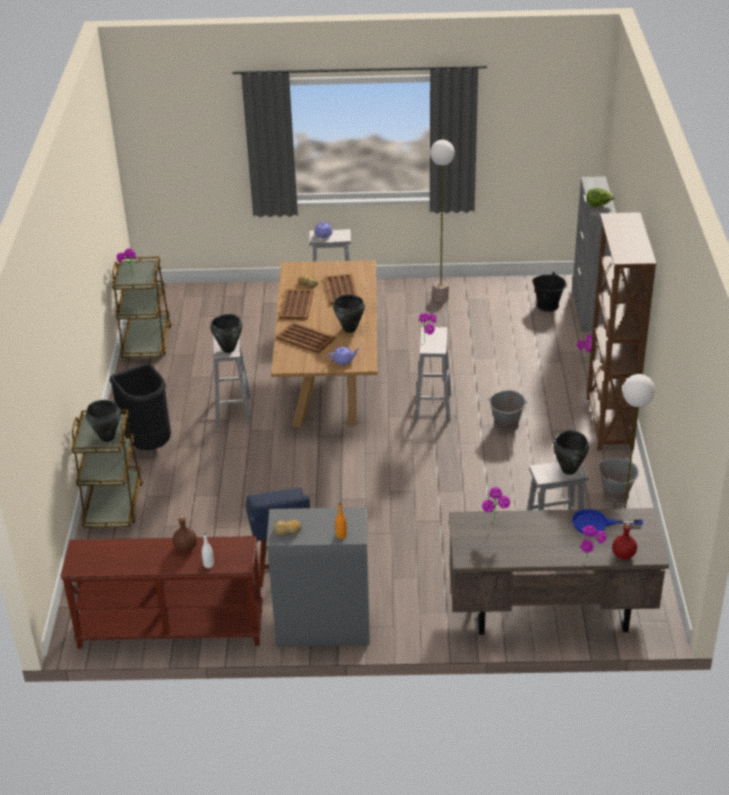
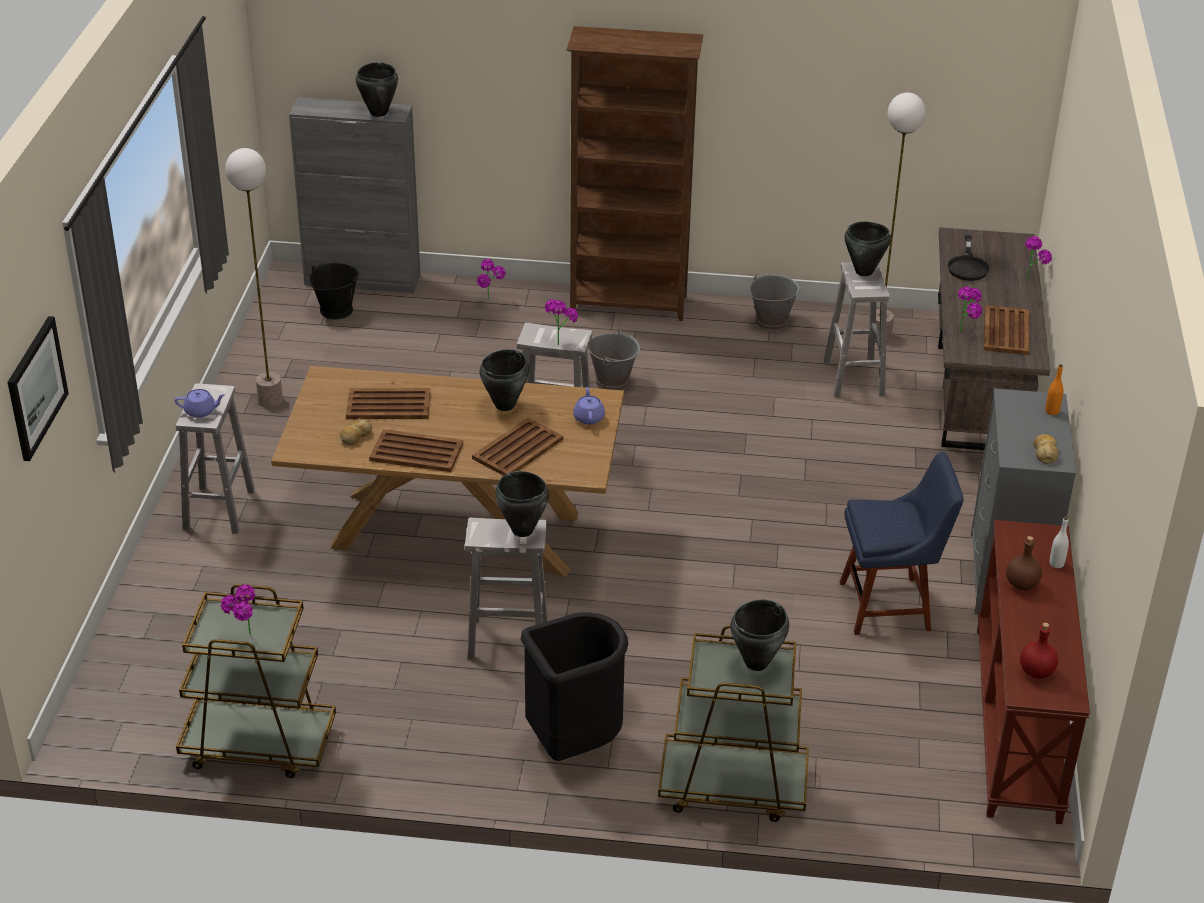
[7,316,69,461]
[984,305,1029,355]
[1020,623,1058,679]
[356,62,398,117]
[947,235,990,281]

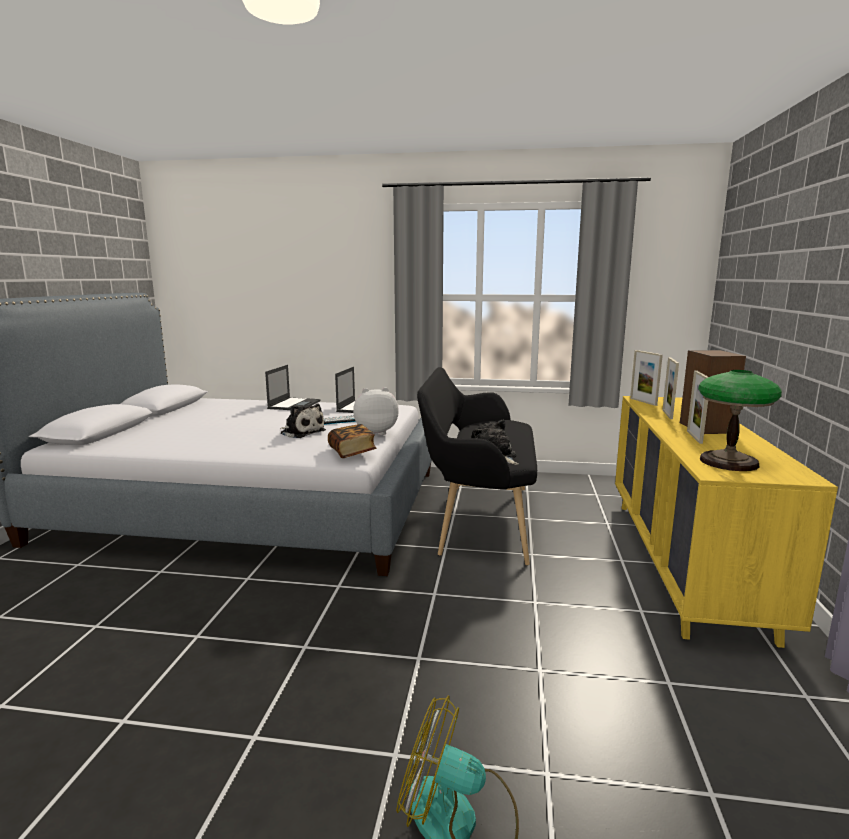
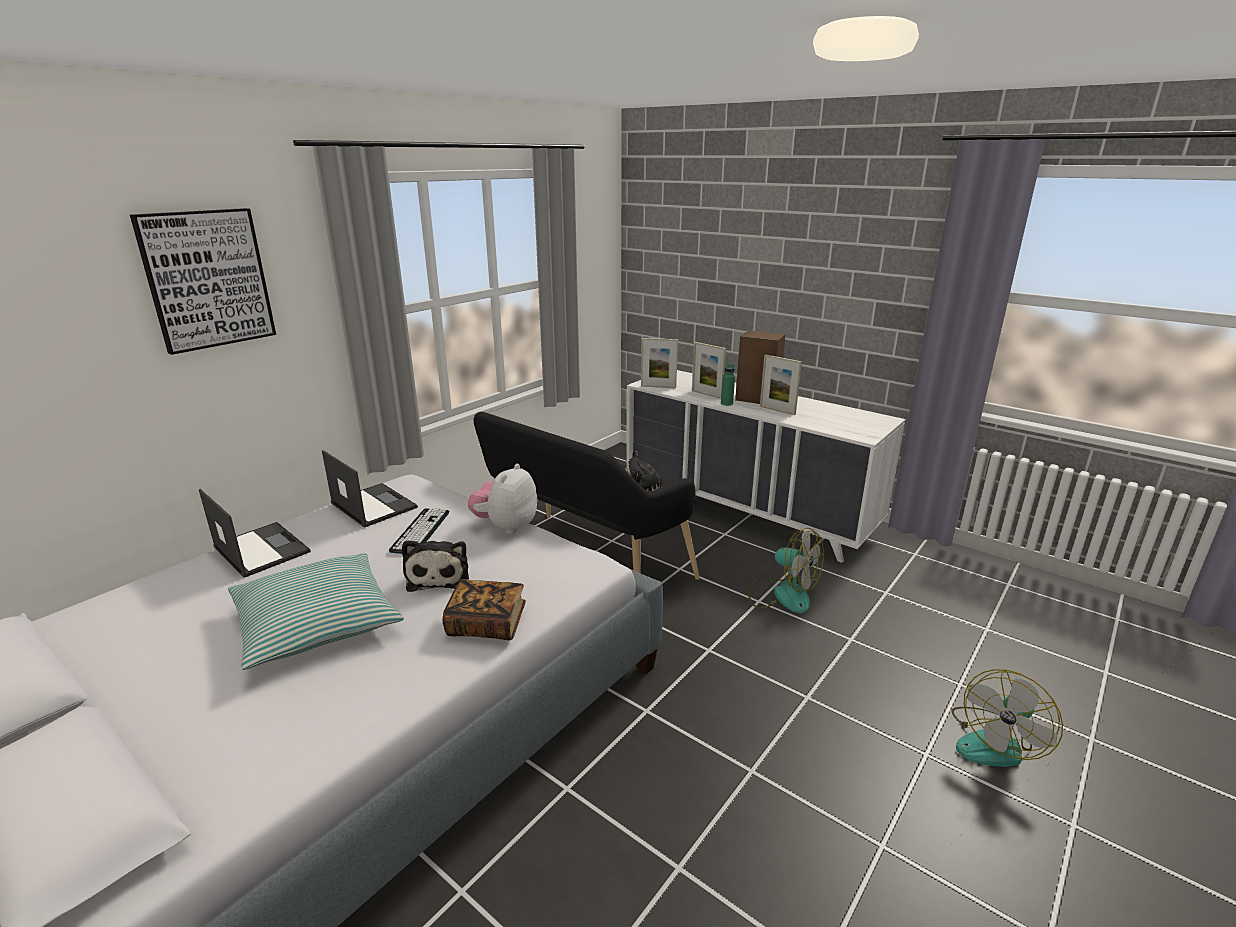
[698,370,782,471] (first image)
[130,208,276,355]
[228,553,404,670]
[721,364,735,406]
[748,528,824,613]
[443,579,526,640]
[626,370,906,563]
[402,540,469,592]

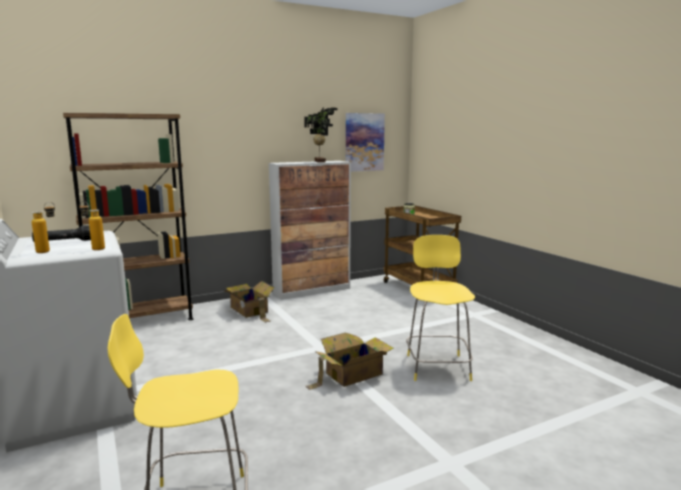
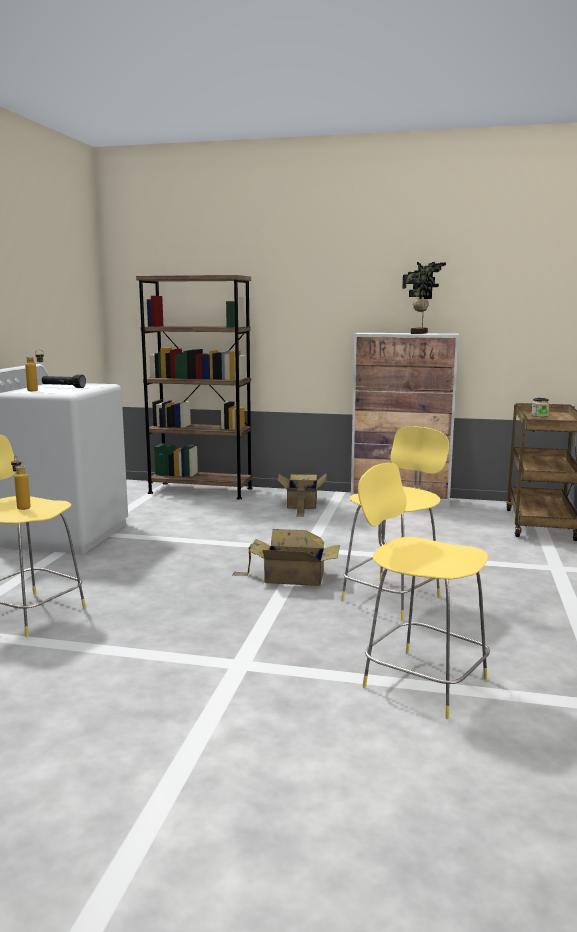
[346,113,385,172] (first image)
[358,463,490,719]
[11,455,31,510]

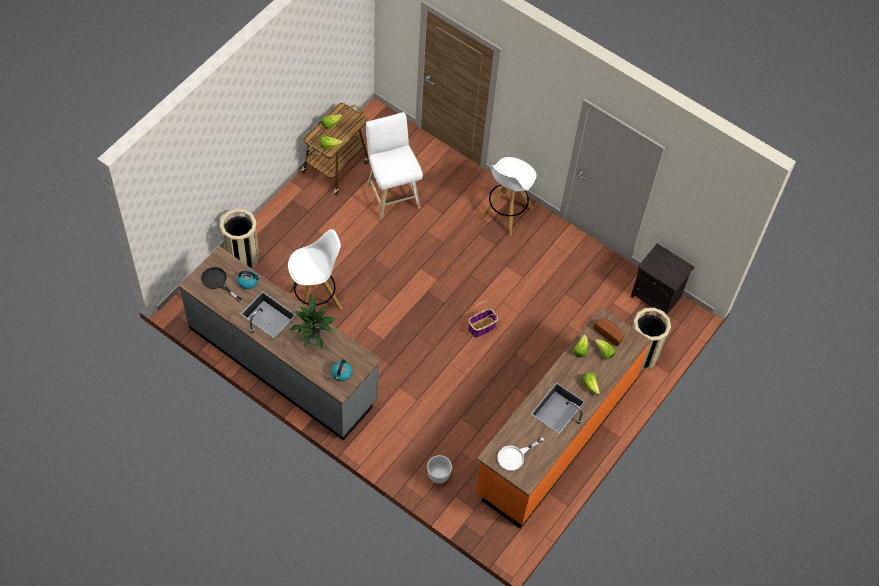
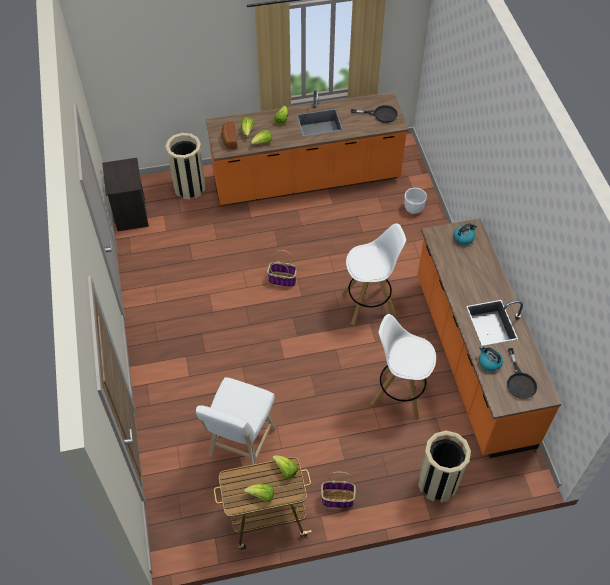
[289,294,336,349] (first image)
[321,472,356,508]
[341,223,406,325]
[417,218,562,458]
[351,105,398,123]

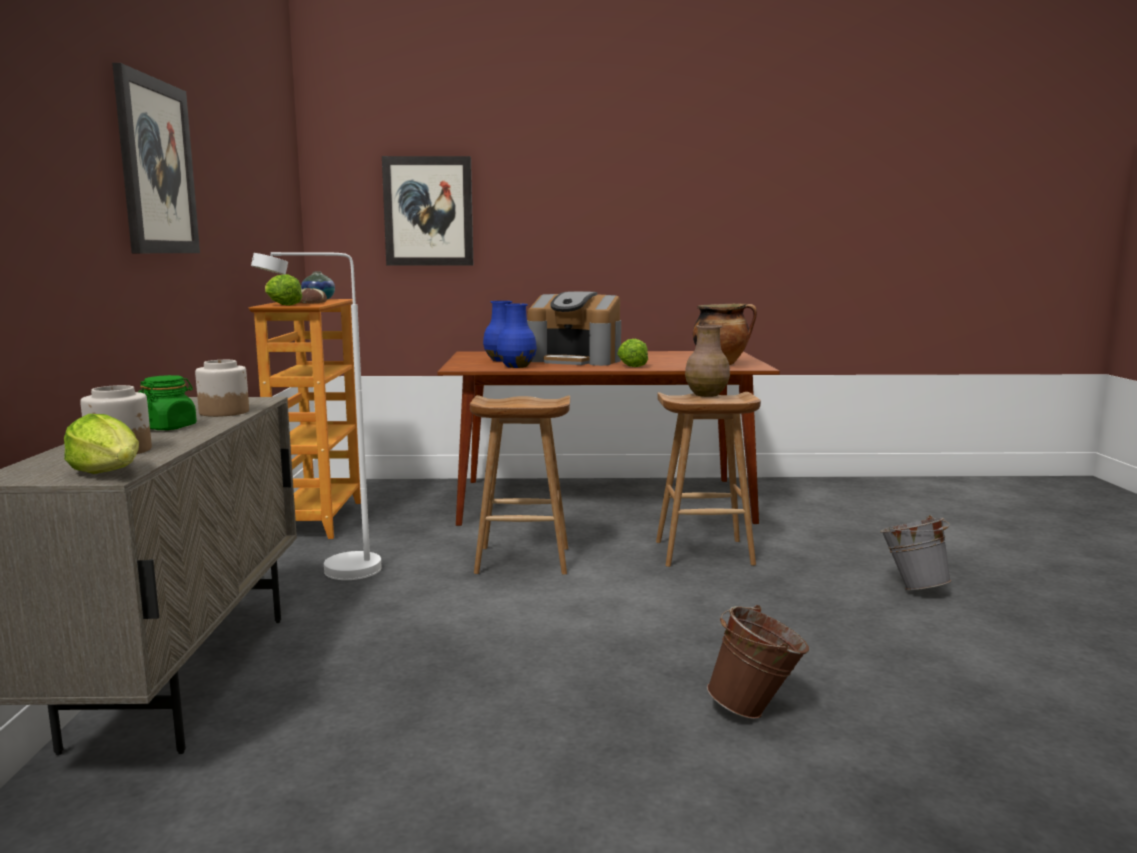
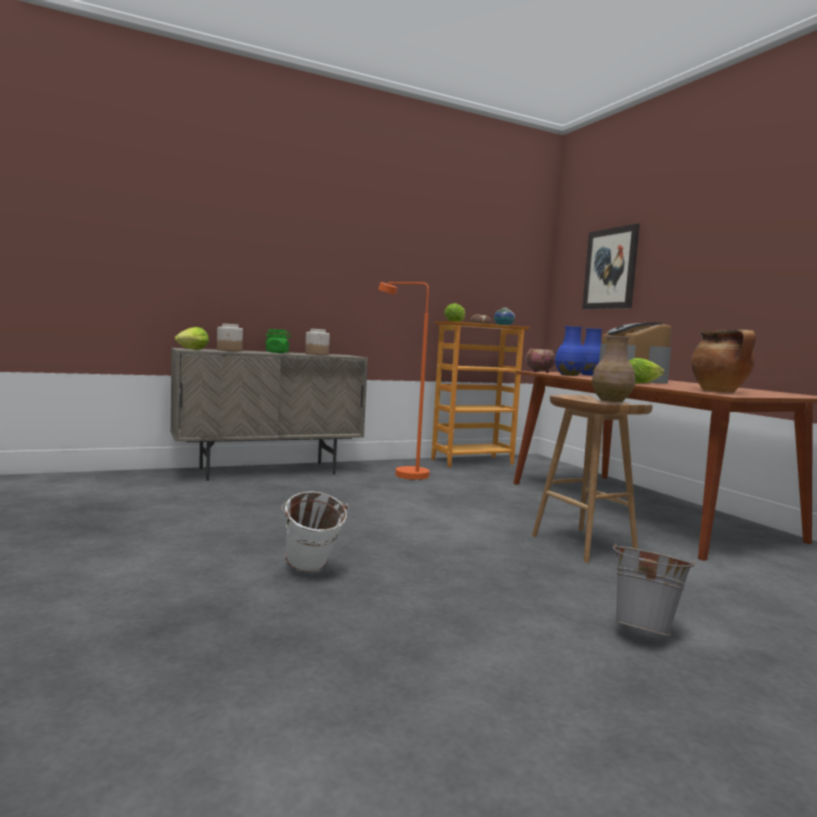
[112,63,200,253] (first image)
[470,395,570,575] (first image)
[525,349,555,373]
[378,282,430,480]
[282,491,348,572]

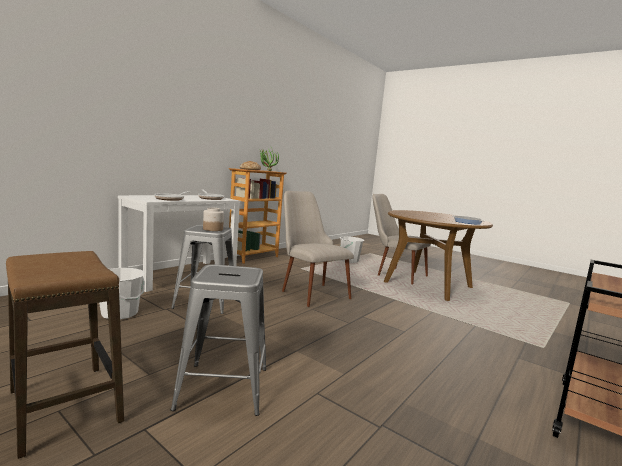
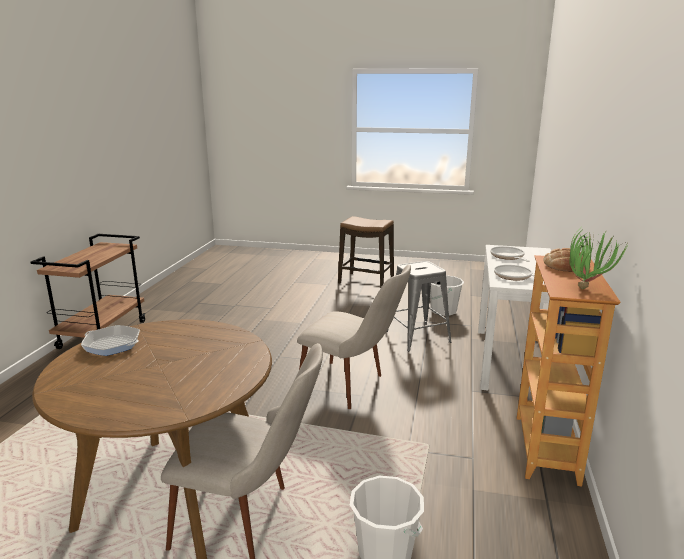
[171,264,267,416] (first image)
[203,207,224,231] (first image)

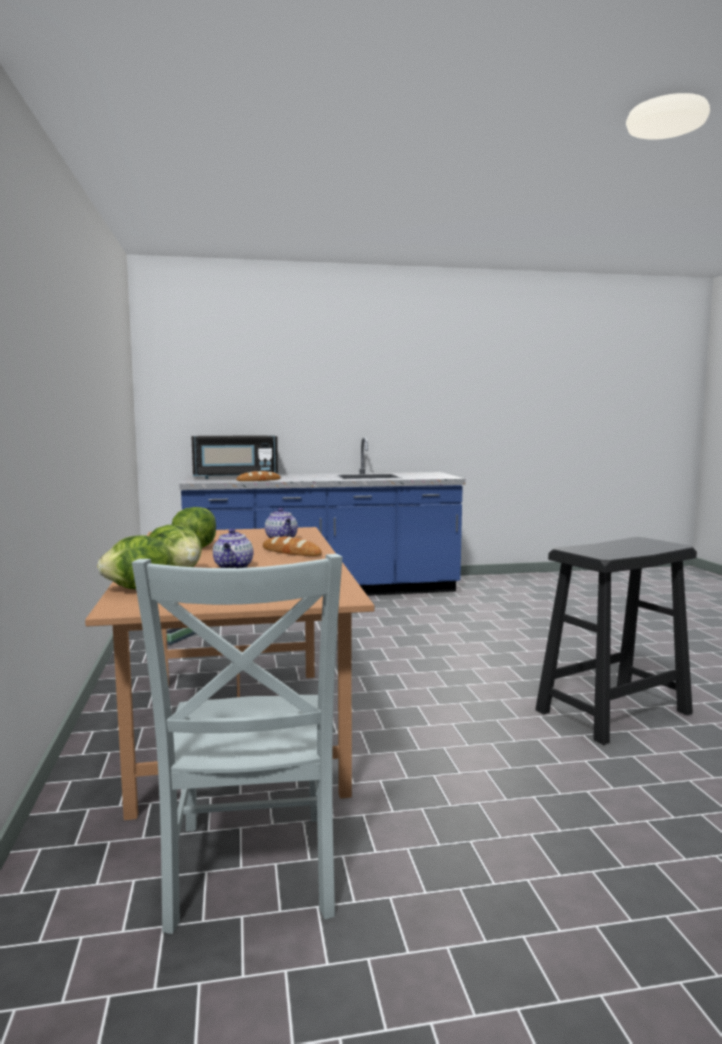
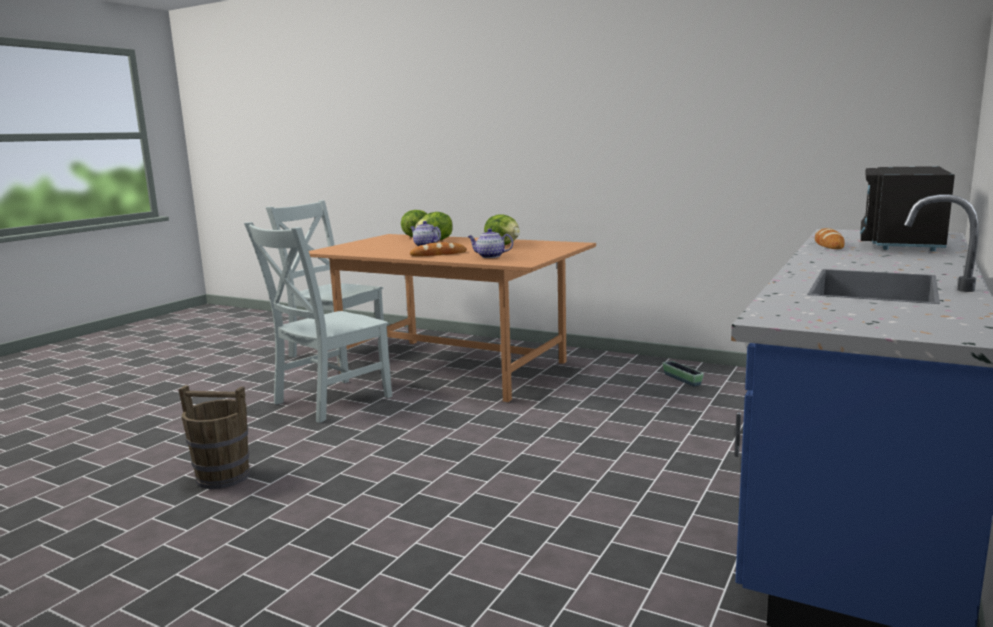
[244,222,392,423]
[178,385,250,489]

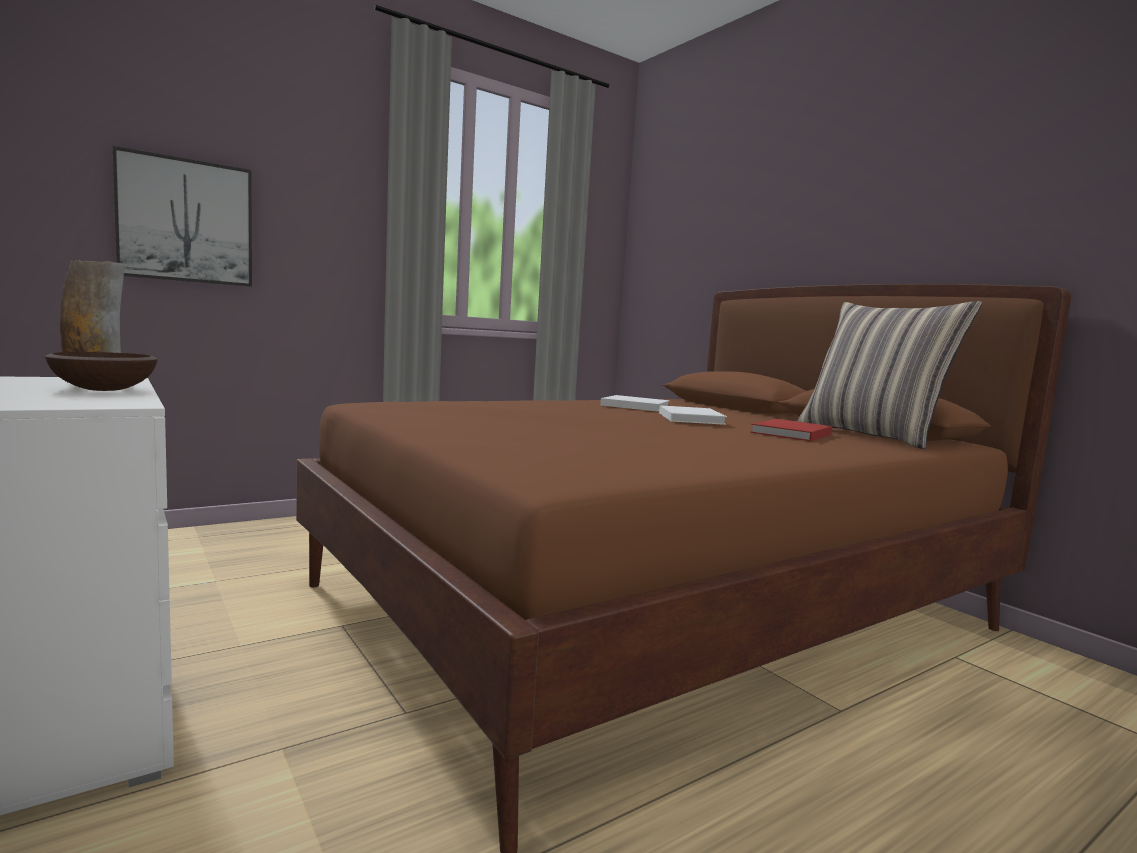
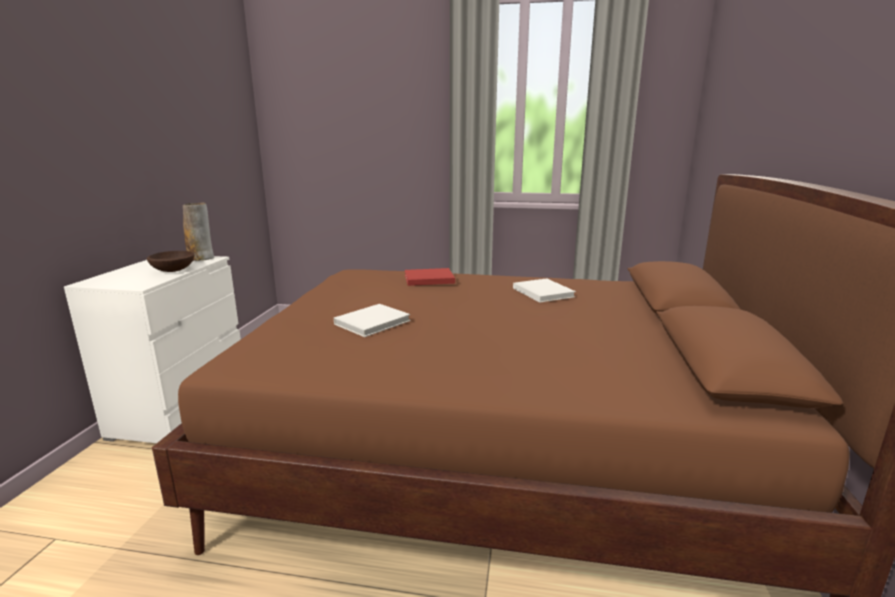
[113,146,252,287] (first image)
[797,301,982,449] (first image)
[334,304,411,337]
[405,268,455,286]

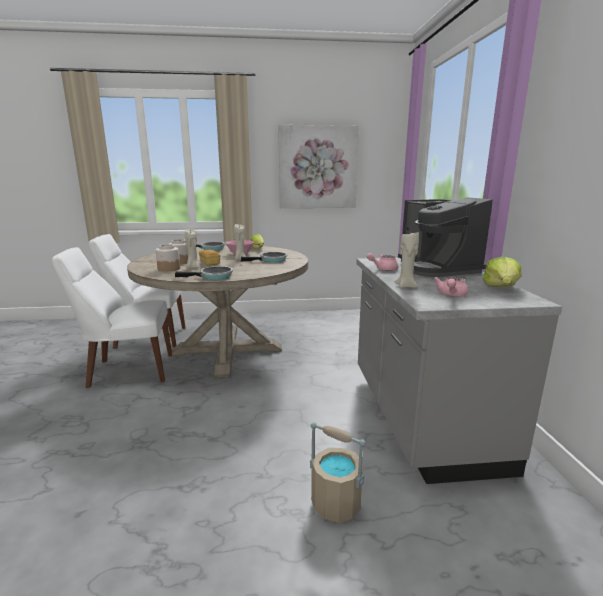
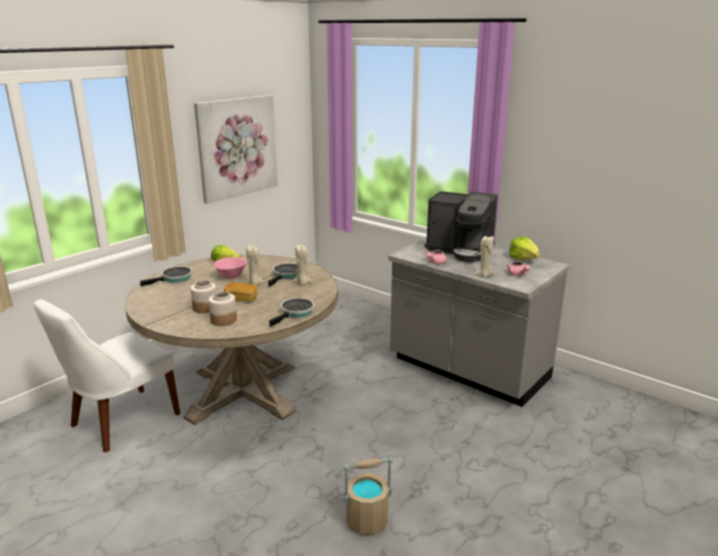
[52,247,172,388] (first image)
[293,245,312,286]
[343,457,393,535]

